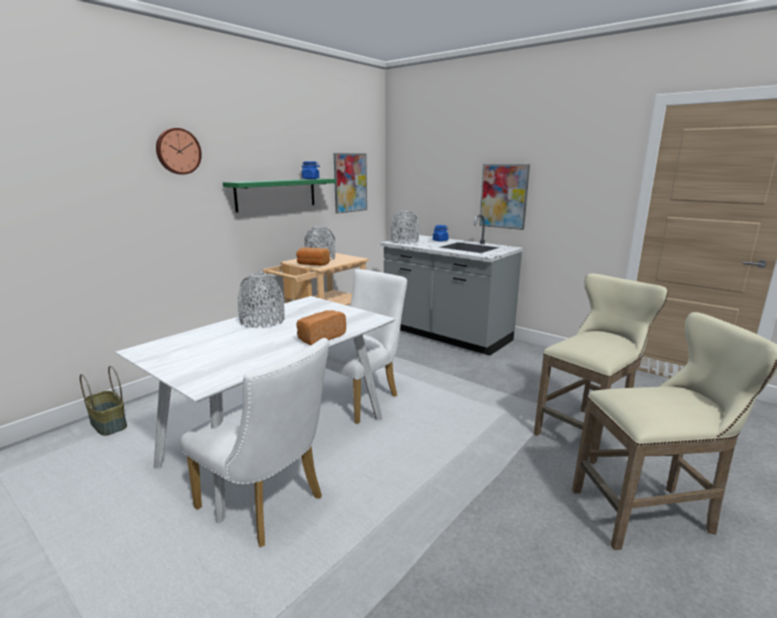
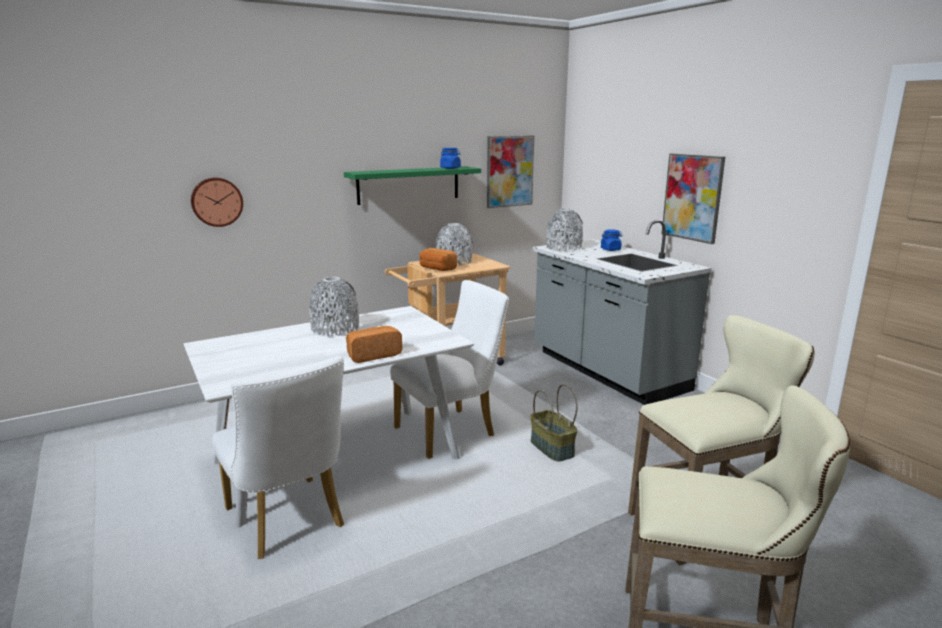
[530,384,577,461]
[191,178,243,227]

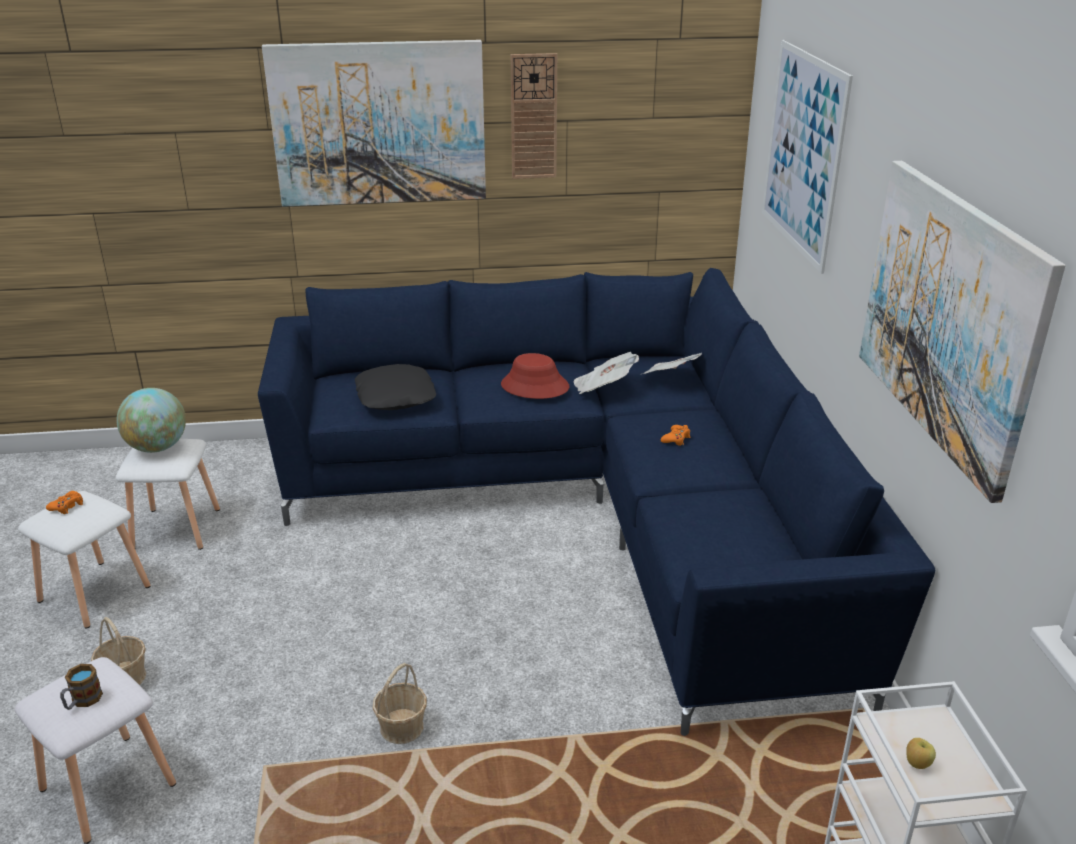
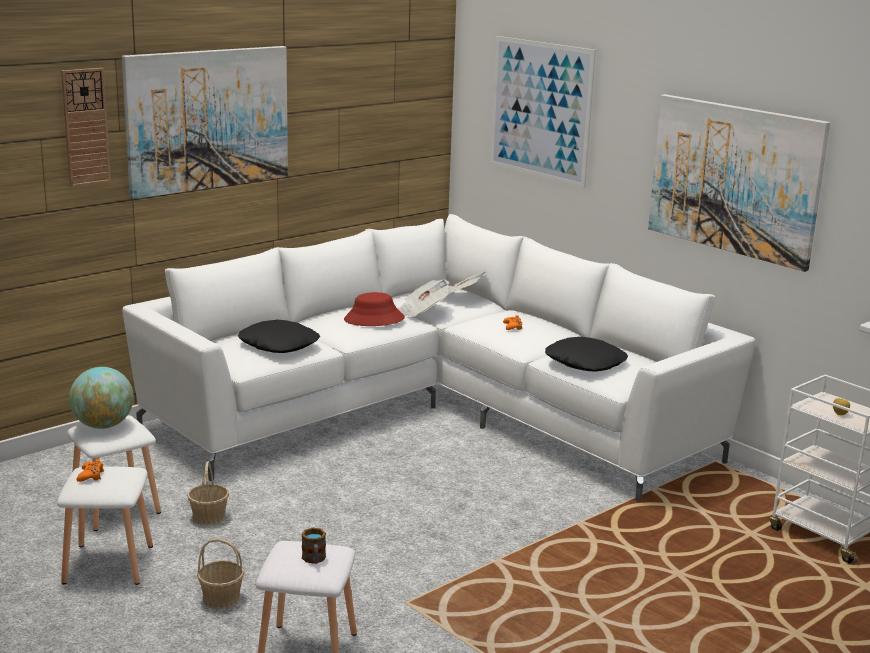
[545,337,628,372]
[187,461,229,526]
[61,68,111,187]
[122,214,755,503]

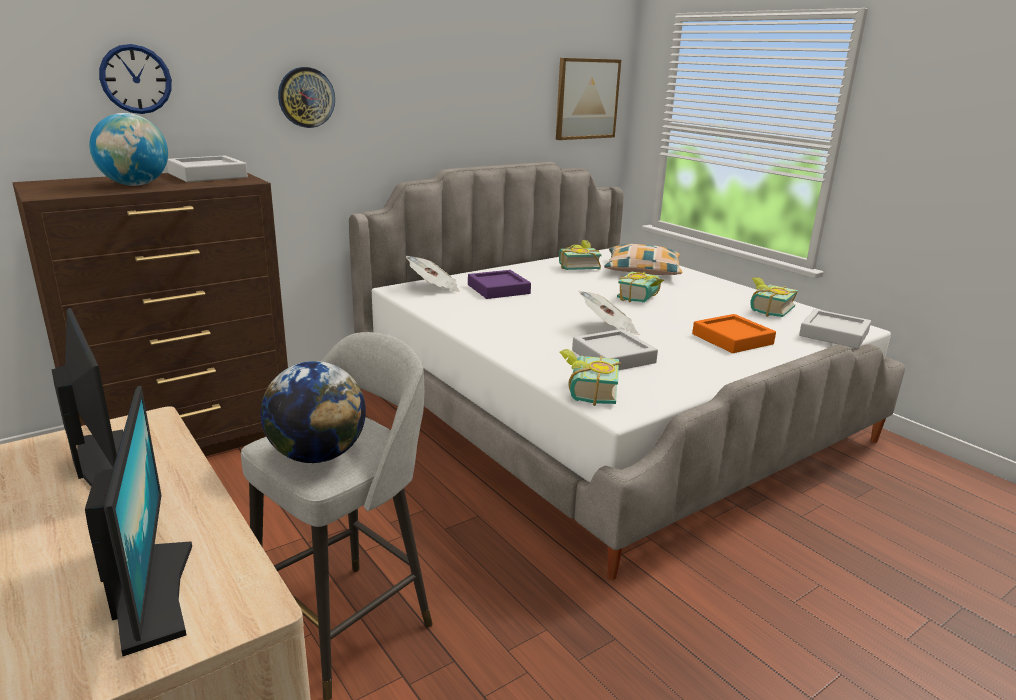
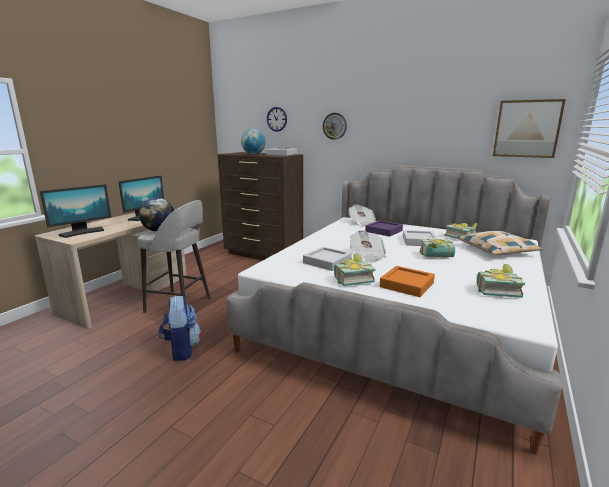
[159,296,201,361]
[334,254,375,286]
[403,230,438,246]

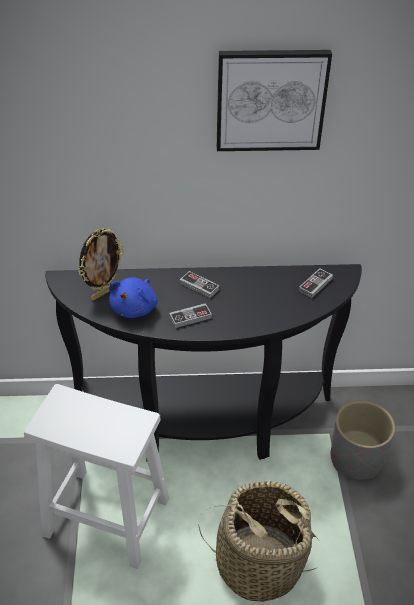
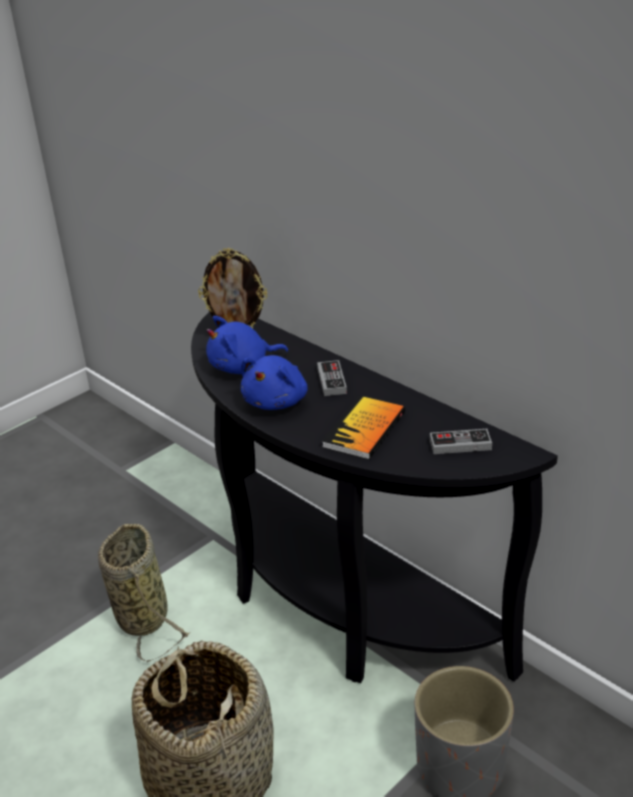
[217,50,332,151] (first image)
[322,396,405,460]
[98,524,189,662]
[241,355,308,410]

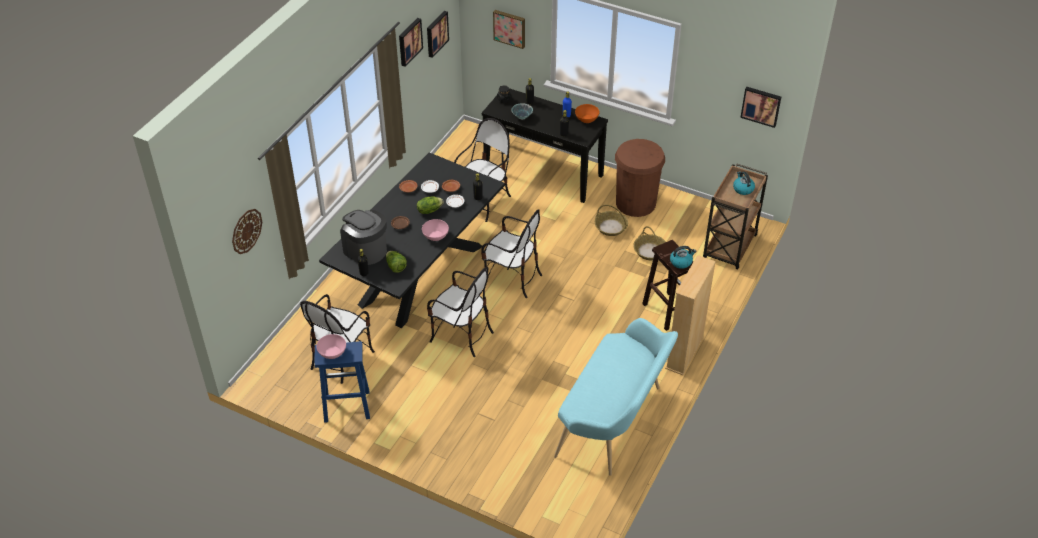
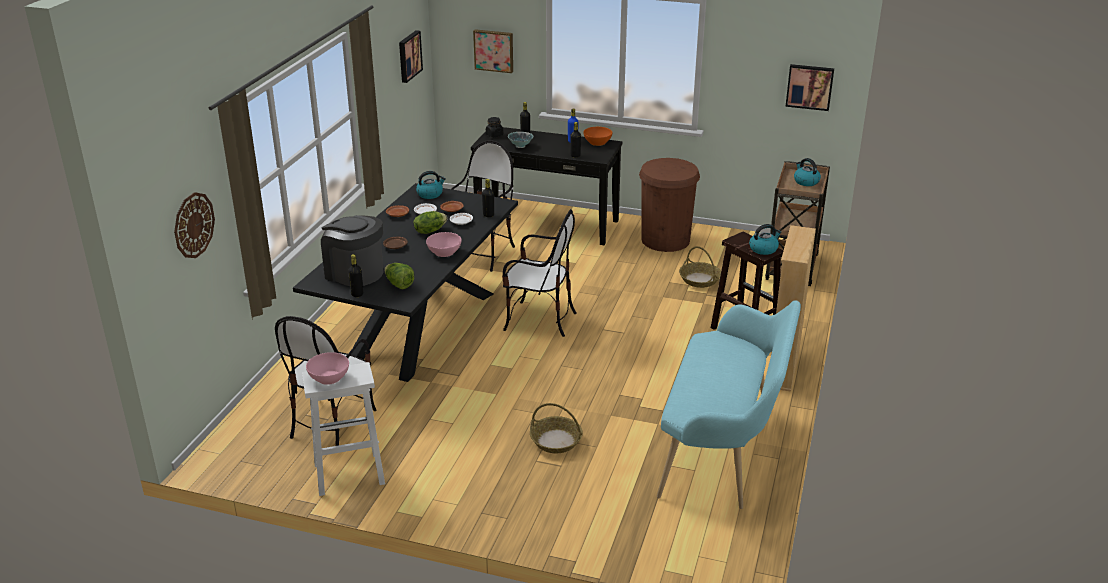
[399,18,423,67] (first image)
[427,267,494,357] (first image)
[416,171,446,199]
[530,403,583,453]
[302,362,385,496]

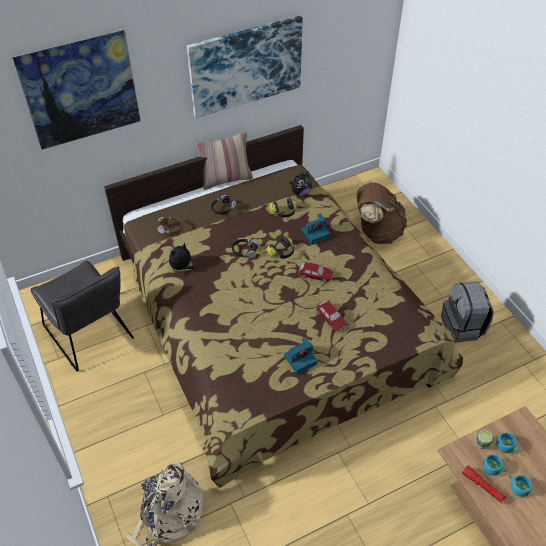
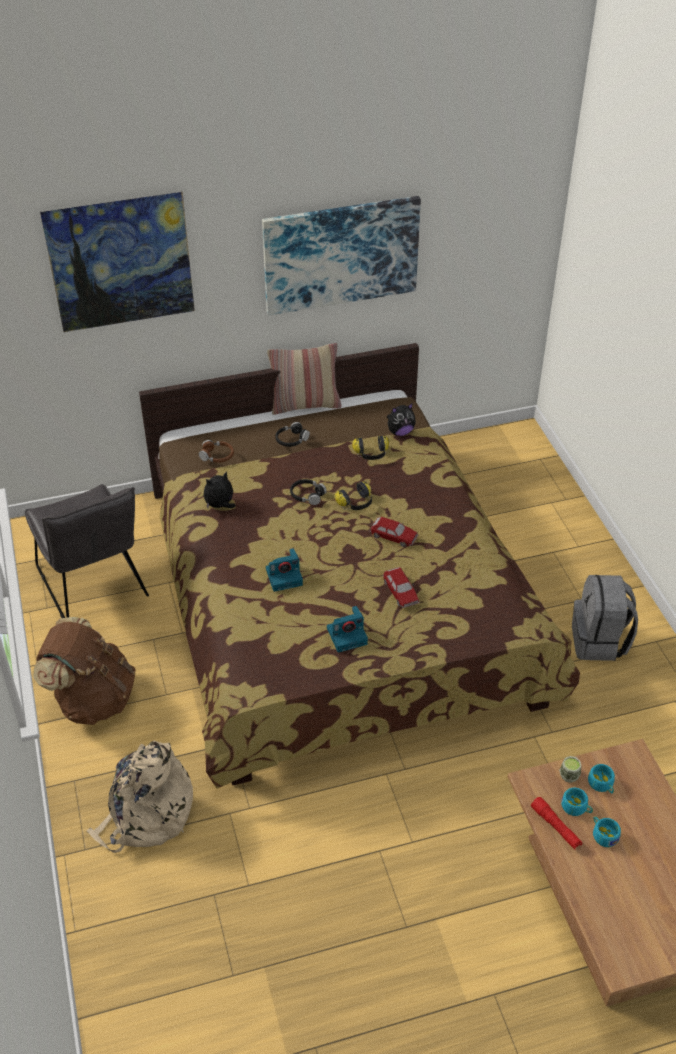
[266,548,303,592]
[33,617,136,725]

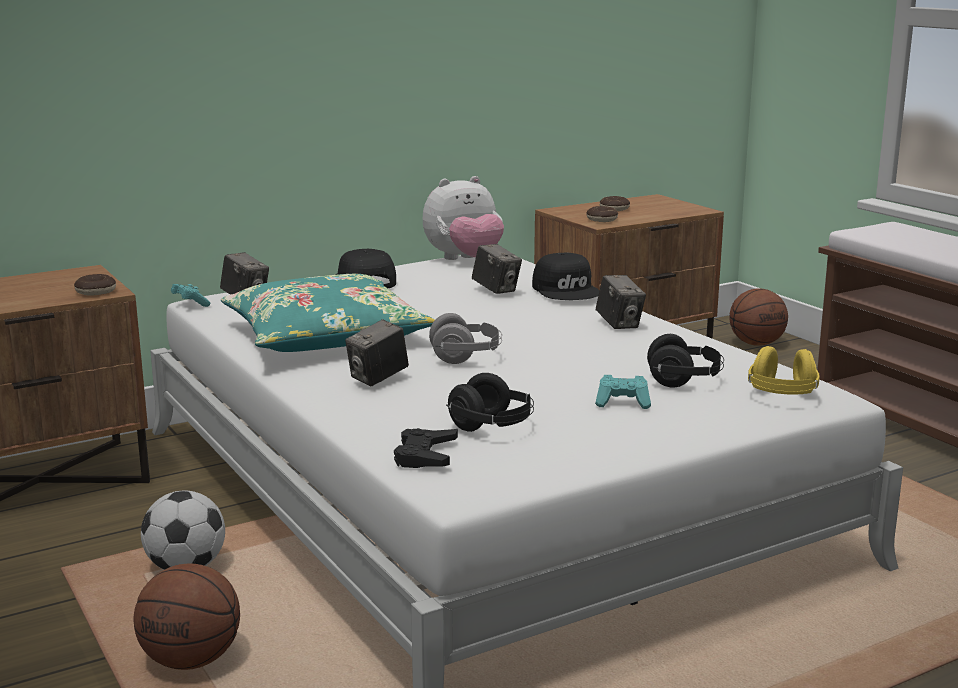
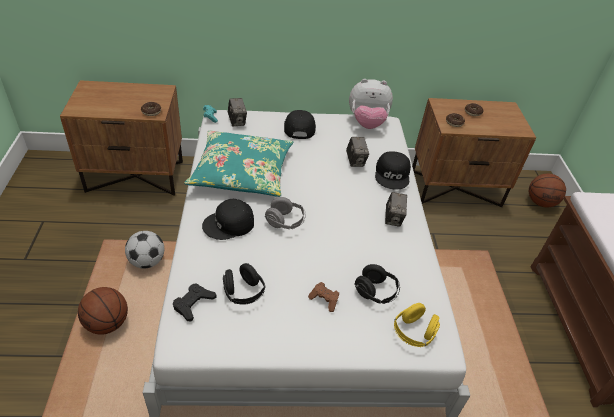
[202,199,254,240]
[308,282,339,312]

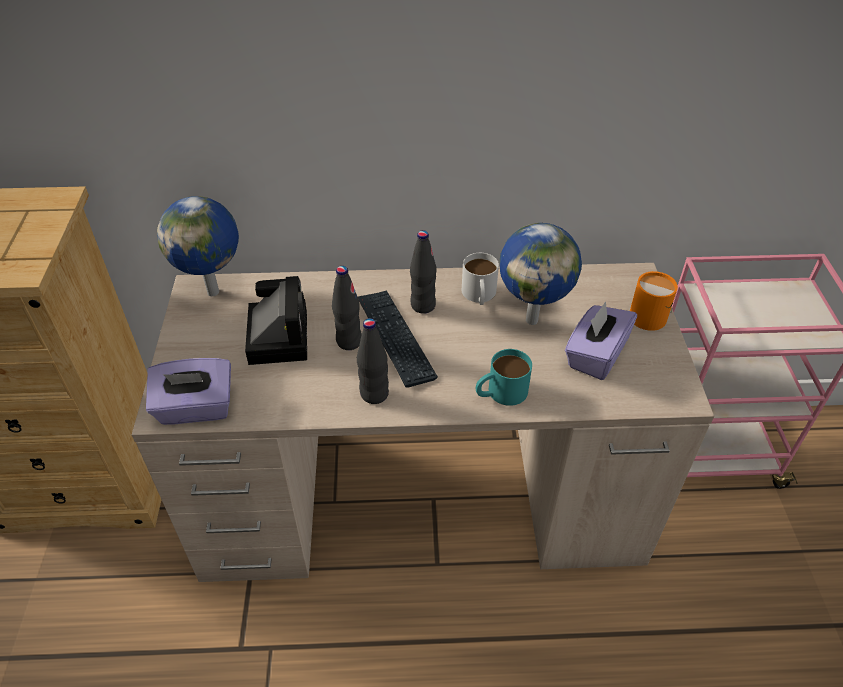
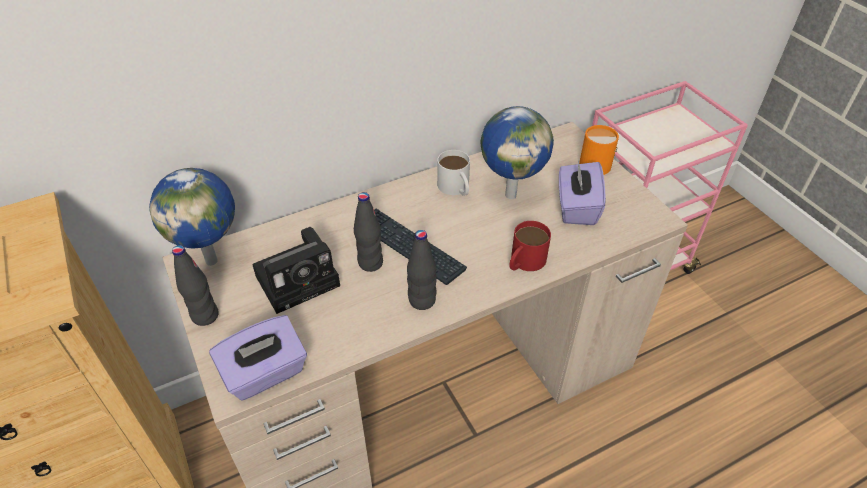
[172,245,219,326]
[509,221,551,271]
[252,227,340,314]

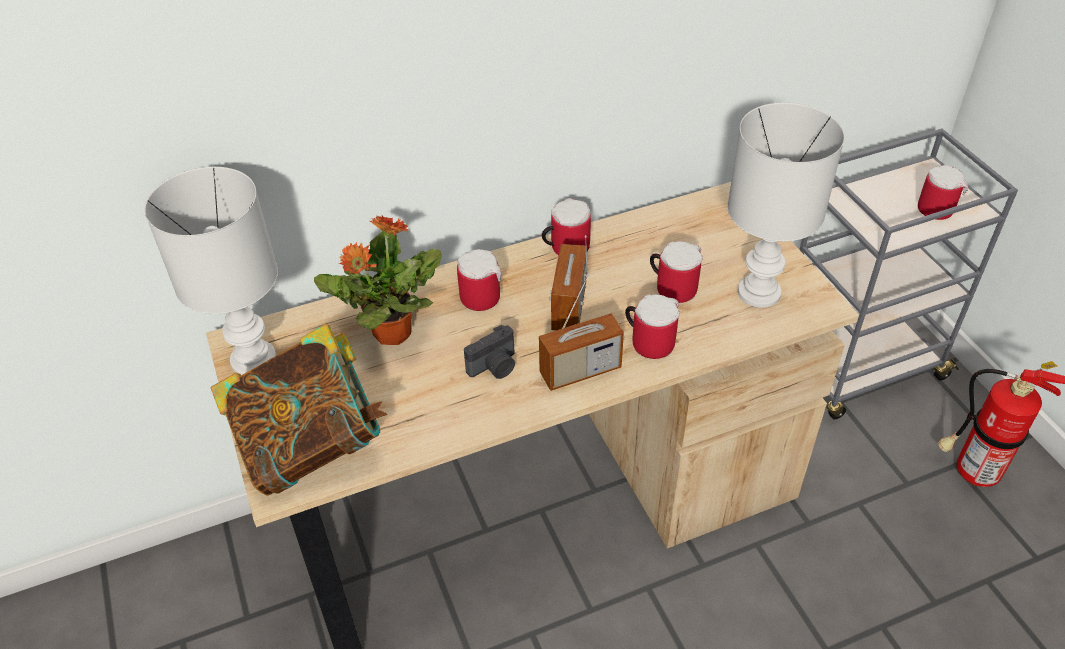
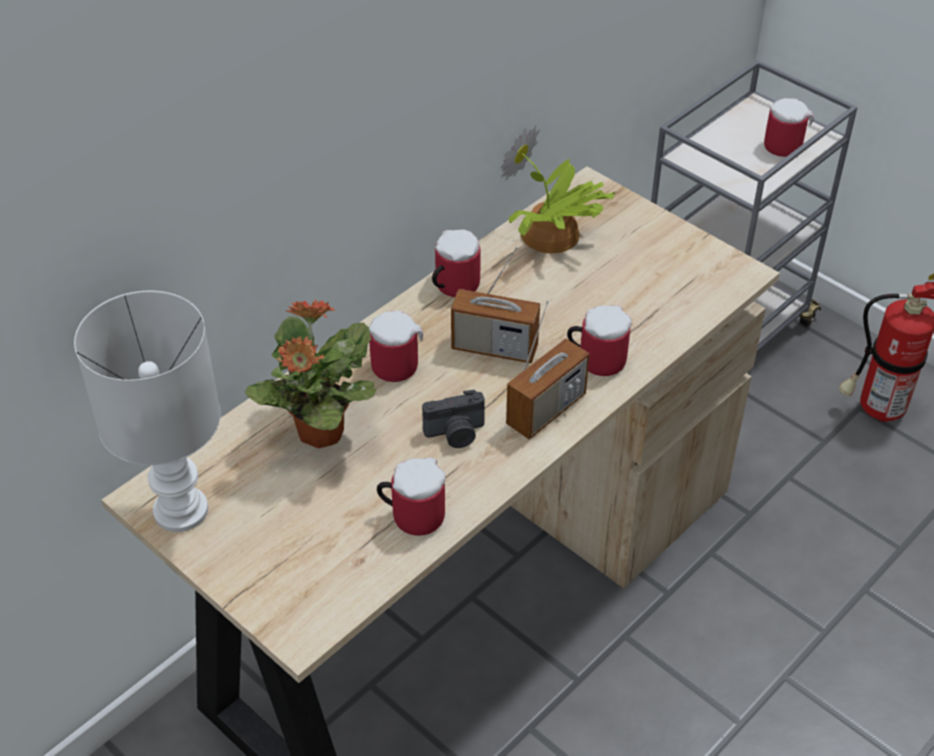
[211,324,387,496] (first image)
[727,102,845,308] (first image)
[500,126,616,253]
[377,457,446,536]
[422,390,485,448]
[451,246,540,363]

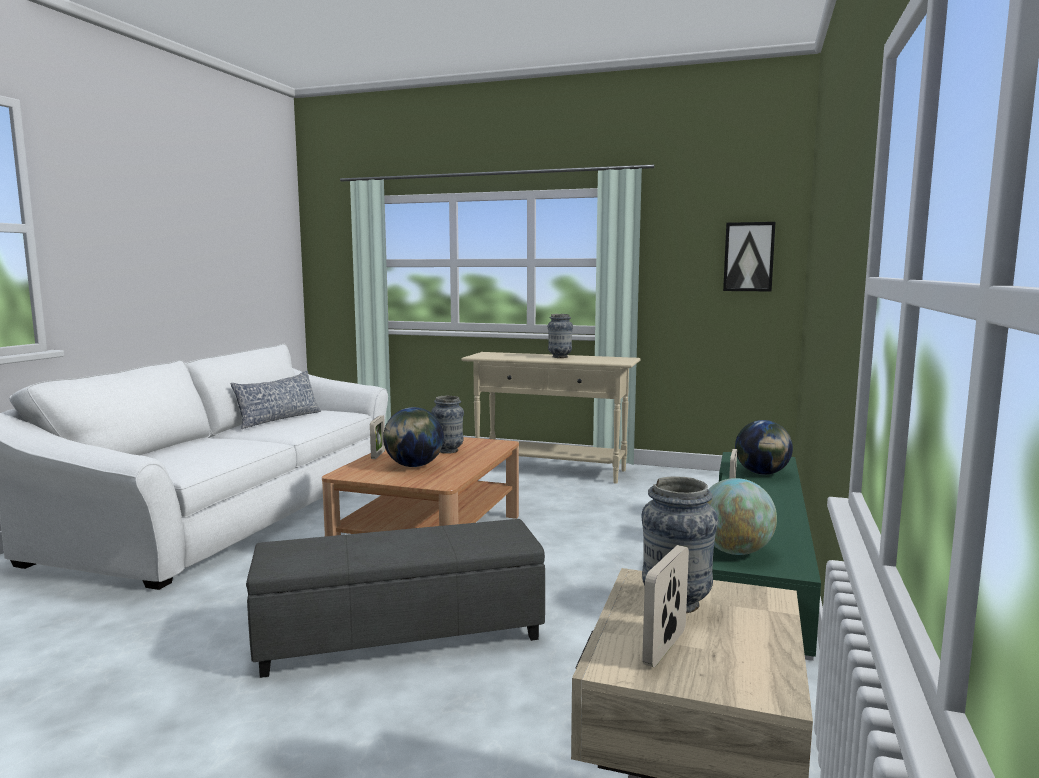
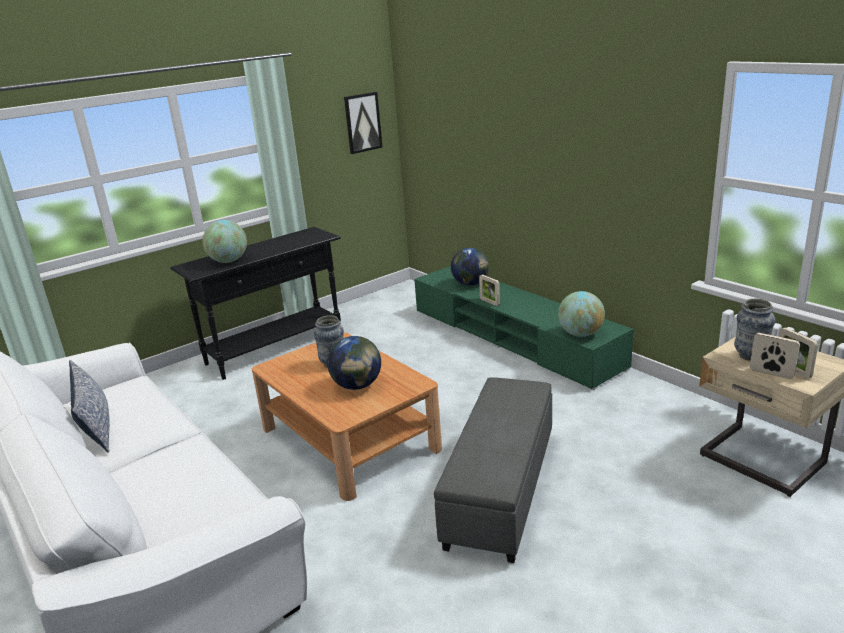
[548,314,573,358] (first image)
[203,220,247,263]
[750,333,800,379]
[170,227,341,380]

